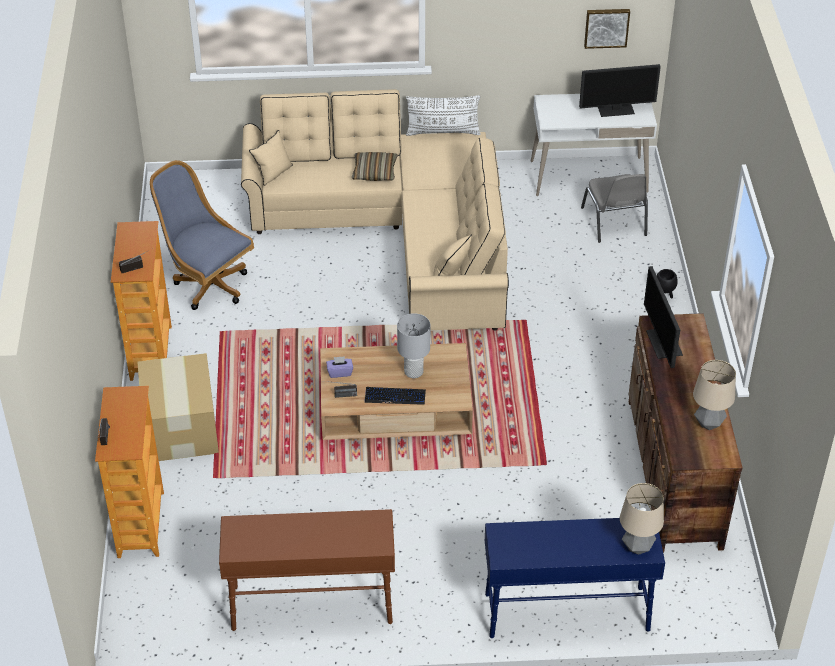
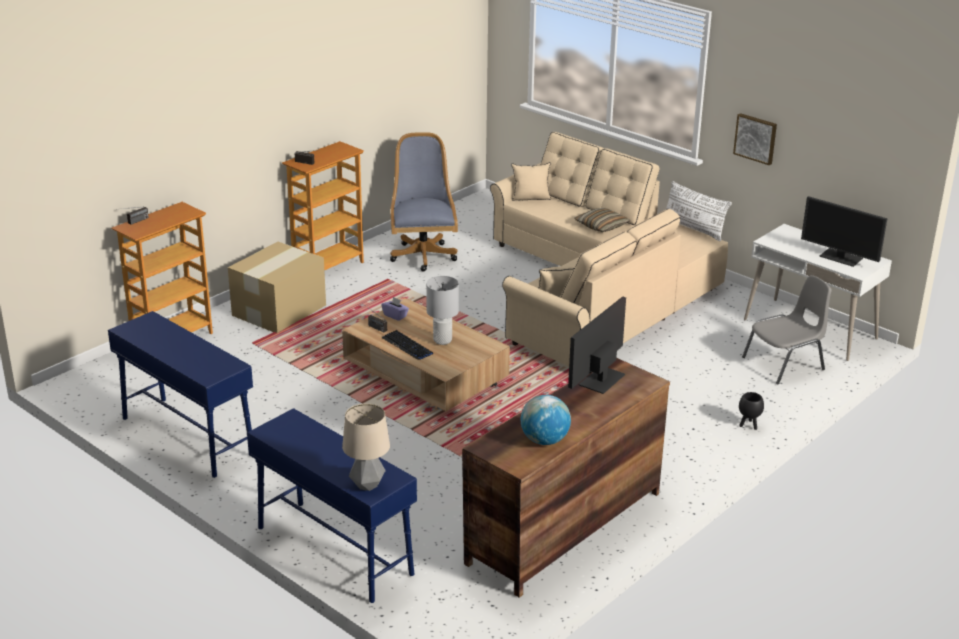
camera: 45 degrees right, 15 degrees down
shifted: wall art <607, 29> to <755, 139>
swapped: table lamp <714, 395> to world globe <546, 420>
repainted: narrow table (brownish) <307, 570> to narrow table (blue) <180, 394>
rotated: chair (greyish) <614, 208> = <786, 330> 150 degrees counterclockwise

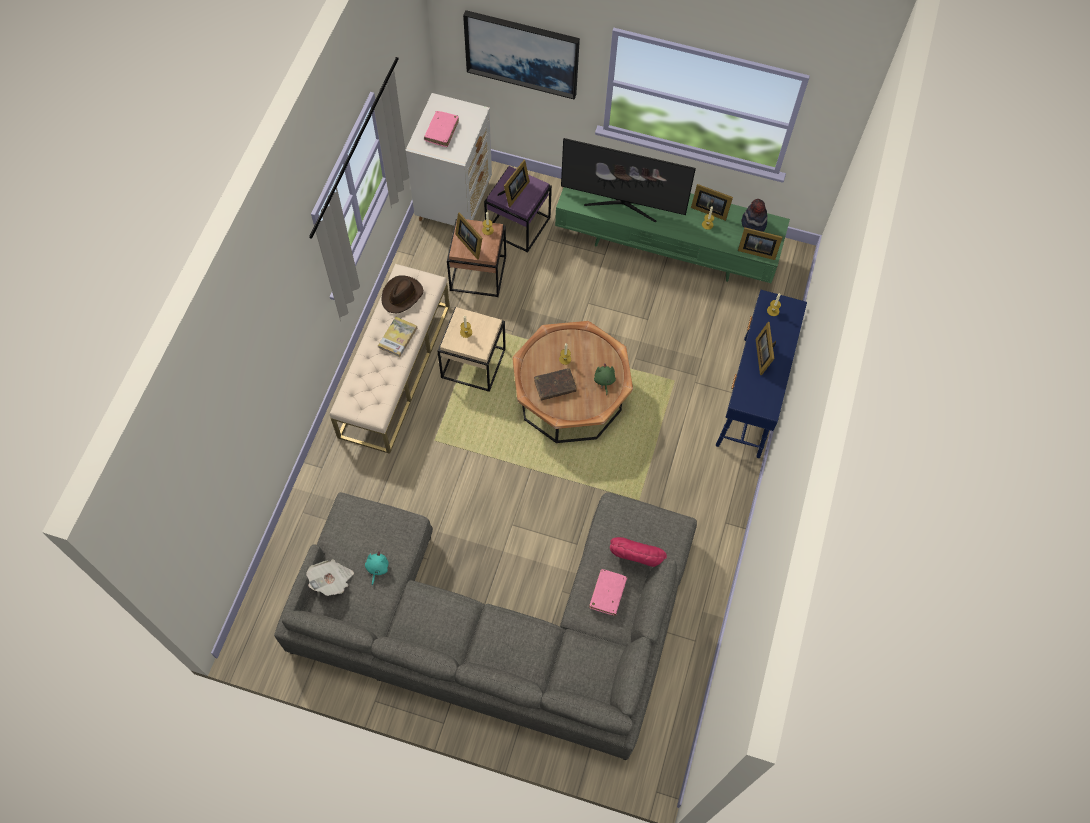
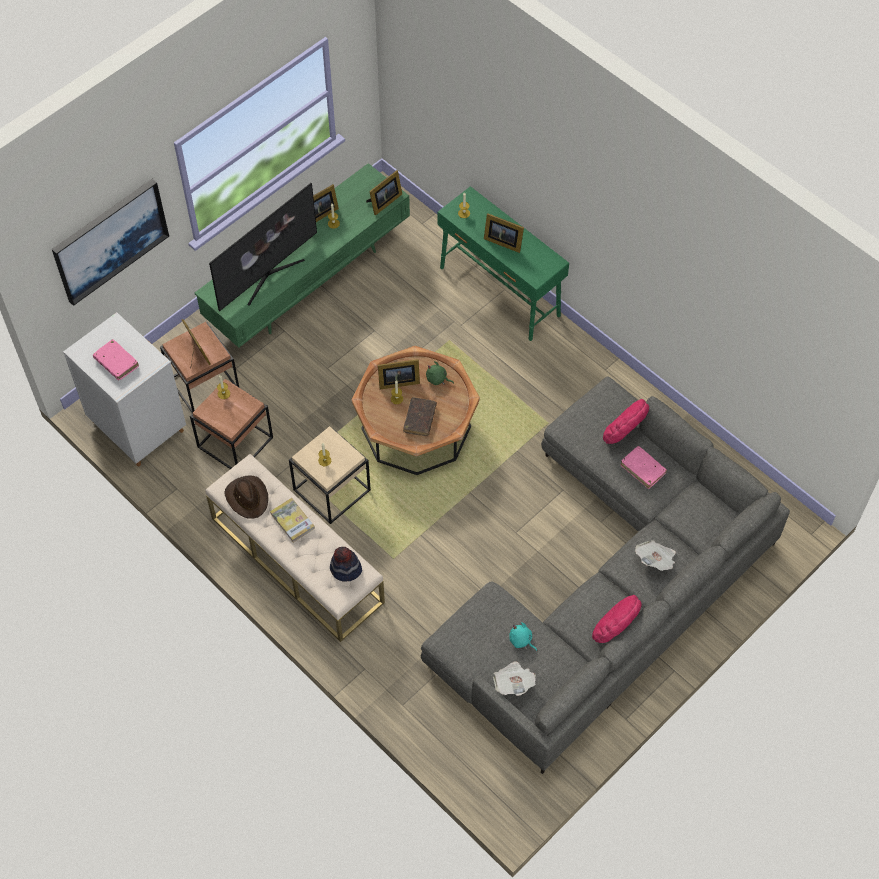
camera: 60 degrees left, 5 degrees down
new: cushion (pink-coloured) <617, 619>; daily paper <655, 555>
shifted: wearable hat <754, 215> to <346, 564>; picture frame <468, 236> to <399, 374>
repainted: accent table (purplish) <518, 209> to accent table (brownish) <199, 367>; narrow table (blue) <761, 374> to narrow table (greenish) <503, 263>

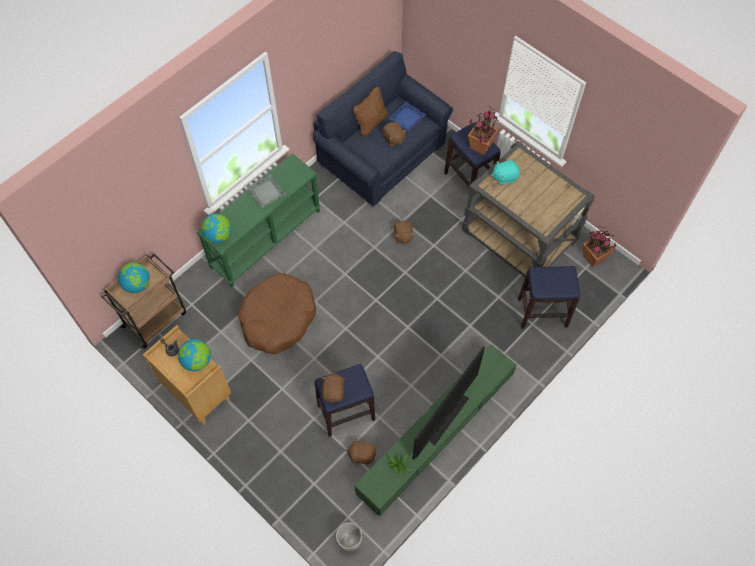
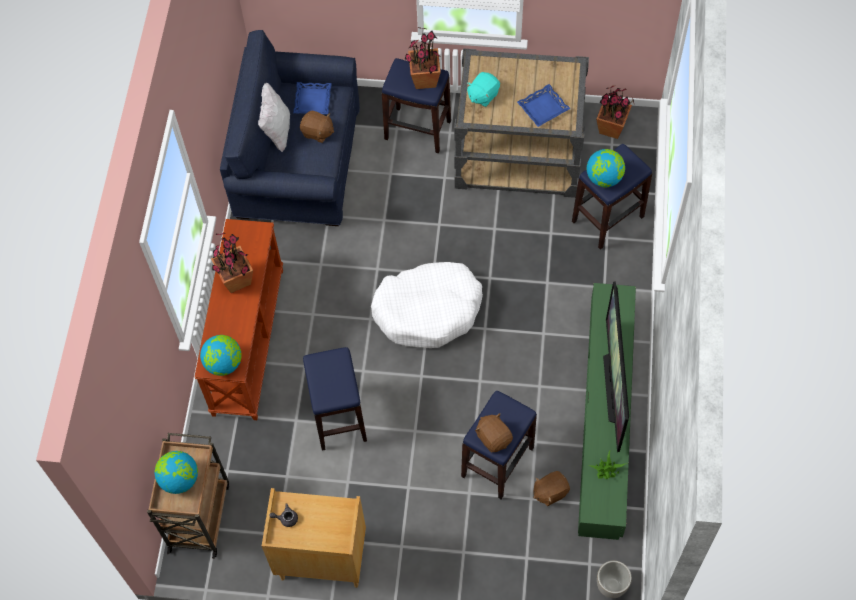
camera: 35 degrees left, 0 degrees up
gone: soft toy (brownish) <404, 232>
new: dog cushion (whitish) <427, 305>; carrying tray (blue) <543, 105>
shifted: world globe <194, 355> to <606, 168>
swapped: carrying tray (greyish) <266, 191> to potted plant <232, 262>; dog cushion (brownish) <277, 313> to sitting stool <335, 399>
repainted: narrow table (greenish) <259, 220> to narrow table (brownish) <239, 319>; cushion (brownish) <370, 111> to cushion (whitish) <274, 117>

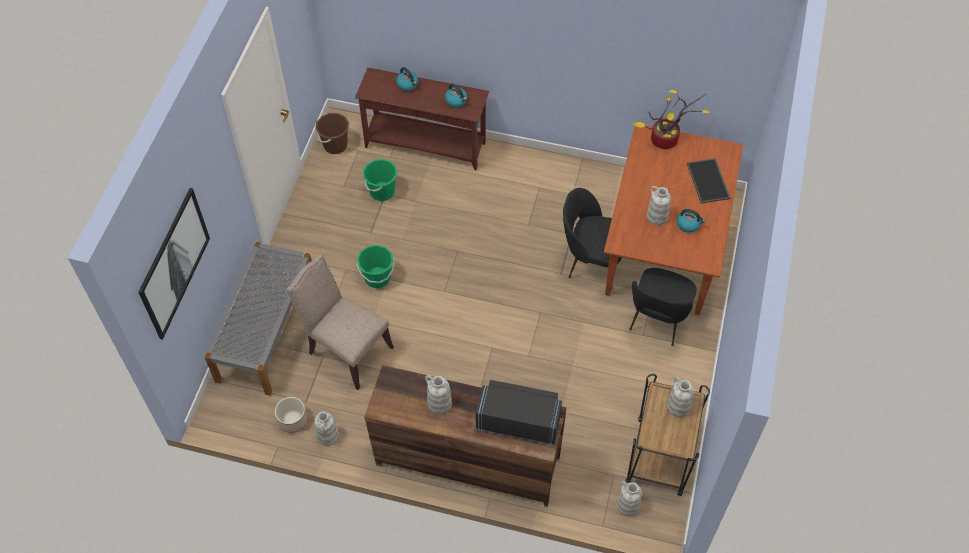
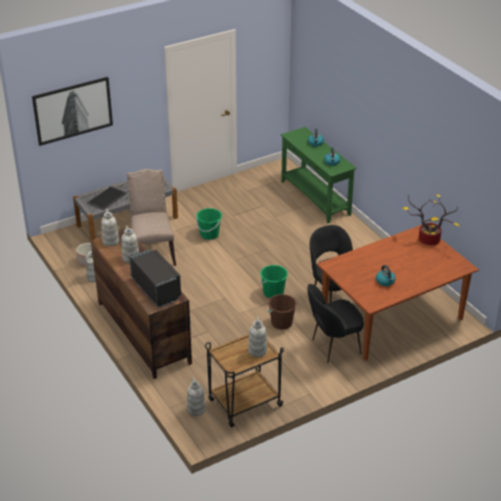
camera: 45 degrees right, 20 degrees down
shifted: carrying tray <708, 180> to <107, 198>; decorative vase (whitish) <659, 205> to <110, 227>; water bucket (greenish) <380, 180> to <274, 282>; water bucket (brownish) <332, 133> to <282, 312>
repainted: narrow table (brownish) <422, 119> to narrow table (greenish) <319, 175>

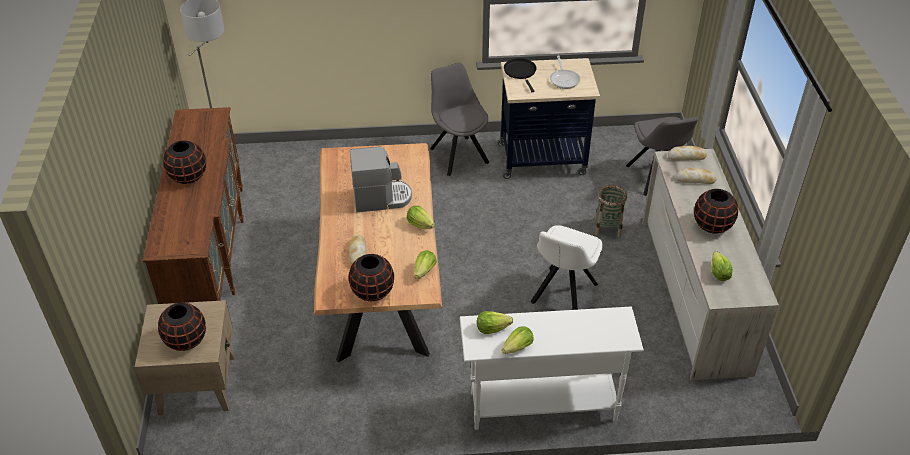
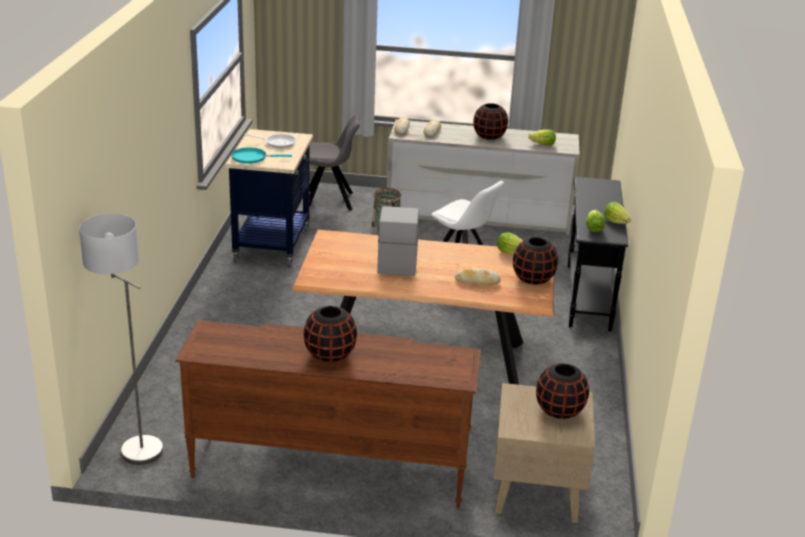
camera: 80 degrees left, 15 degrees down
gone: lettuce <421, 217>; chair (greyish) <459, 119>
repainted: pan (blackish) <520, 75> to pan (blue-green) <261, 155>; narrow table (whitish) <552, 368> to narrow table (blackish) <598, 254>

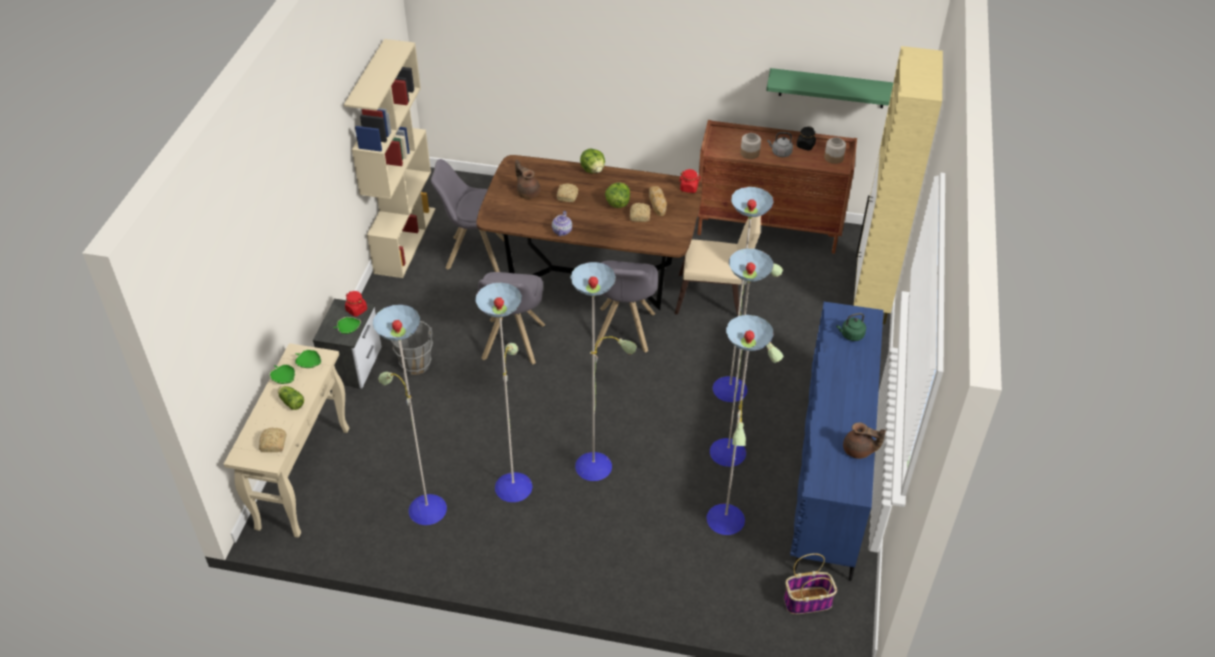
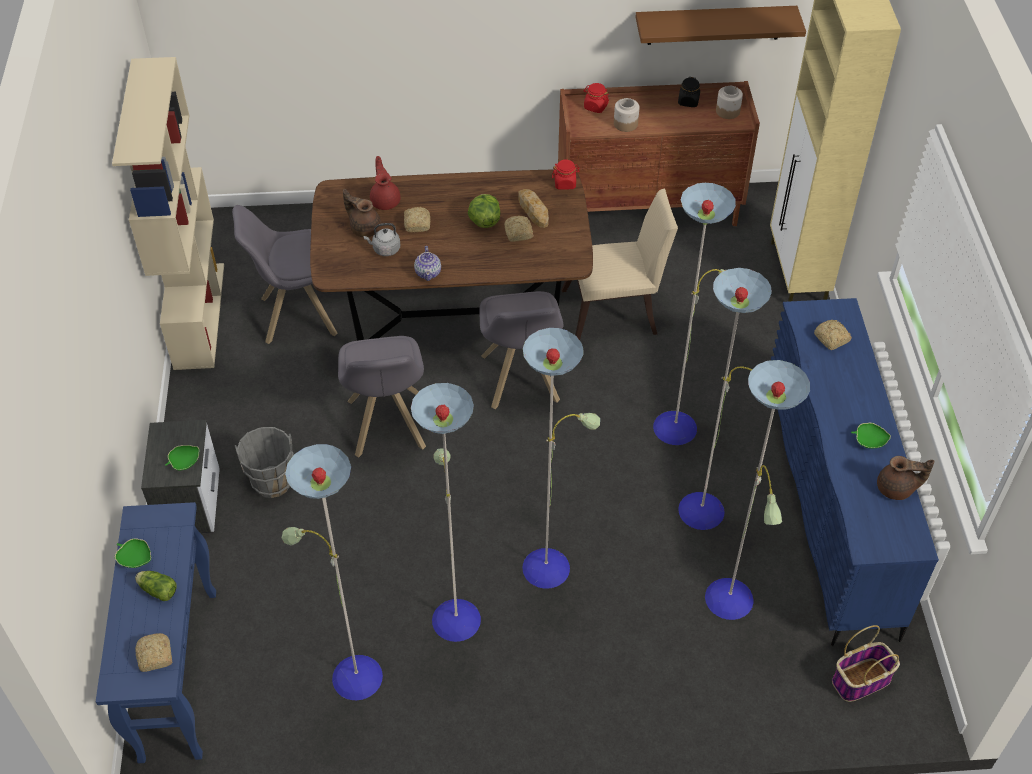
camera: 15 degrees left, 5 degrees up
gone: lettuce <592, 161>
new: teapot (red) <385, 183>
shifted: water kettle (greyish) <780, 144> to <382, 239>; jar (red) <356, 304> to <596, 98>; serving bowl (greenish) <308, 358> to <871, 435>
swapped: water kettle (greenish) <851, 327> to bread <833, 335>
repainted: narrow table (beige-coloured) <286, 440> to narrow table (blue) <156, 632>; bracket shelf (greenish) <830, 88> to bracket shelf (brownish) <720, 25>

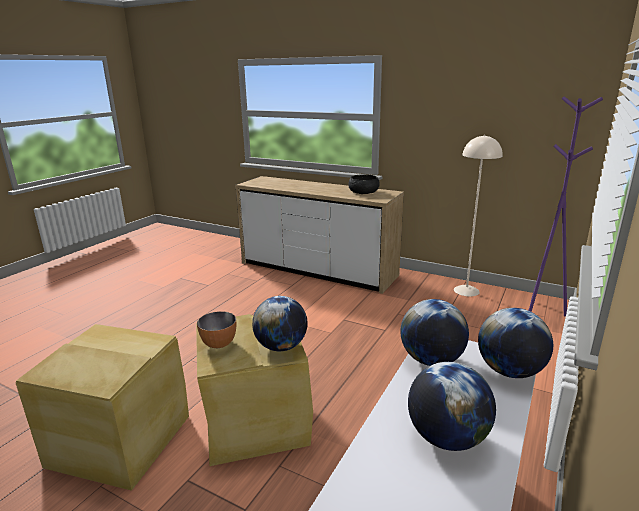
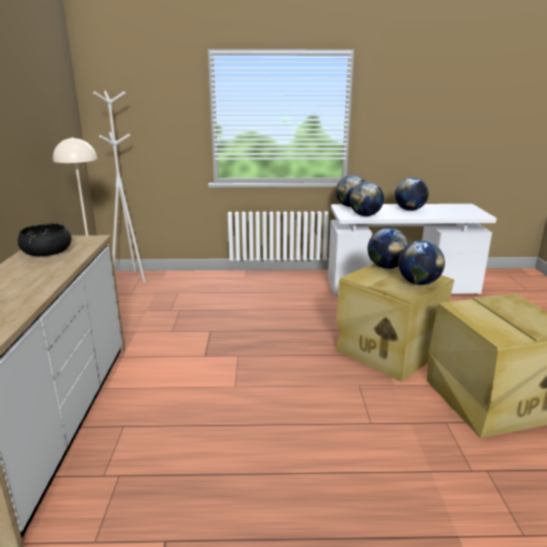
camera: 120 degrees left, 0 degrees up
swapped: serving bowl <216, 329> to world globe <421, 263>
repainted: garment rack (purplish) <565, 206> to garment rack (greyish) <119, 187>

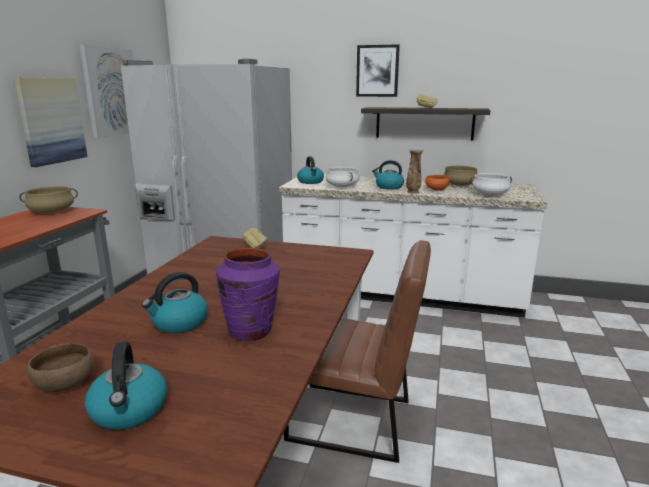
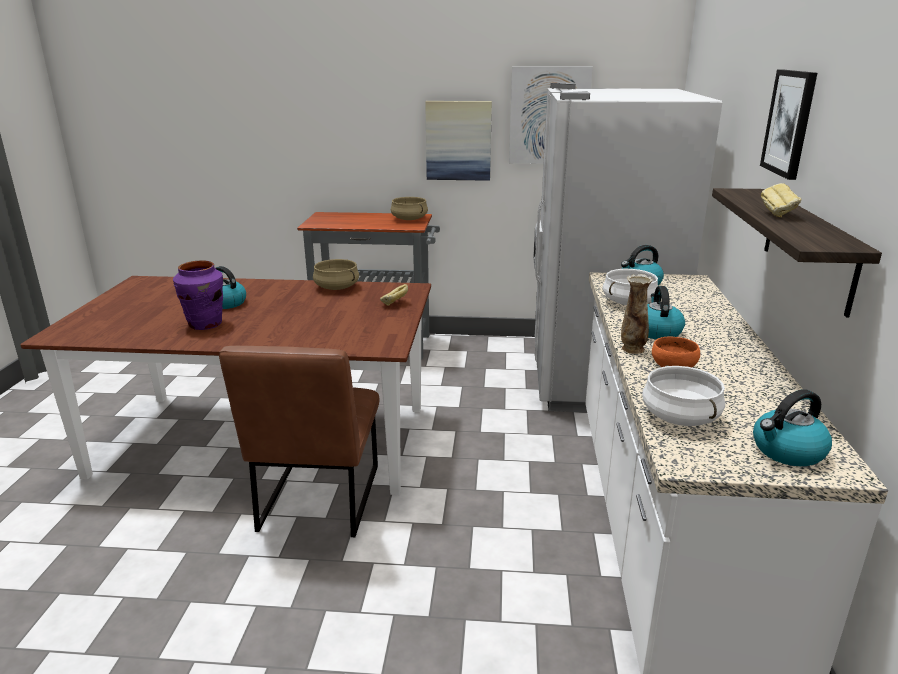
camera: 80 degrees right, 5 degrees up
gone: serving bowl (brownish) <61, 367>
shifted: cooking pot (beige-coloured) <460, 176> to <336, 274>; water kettle <126, 385> to <792, 427>

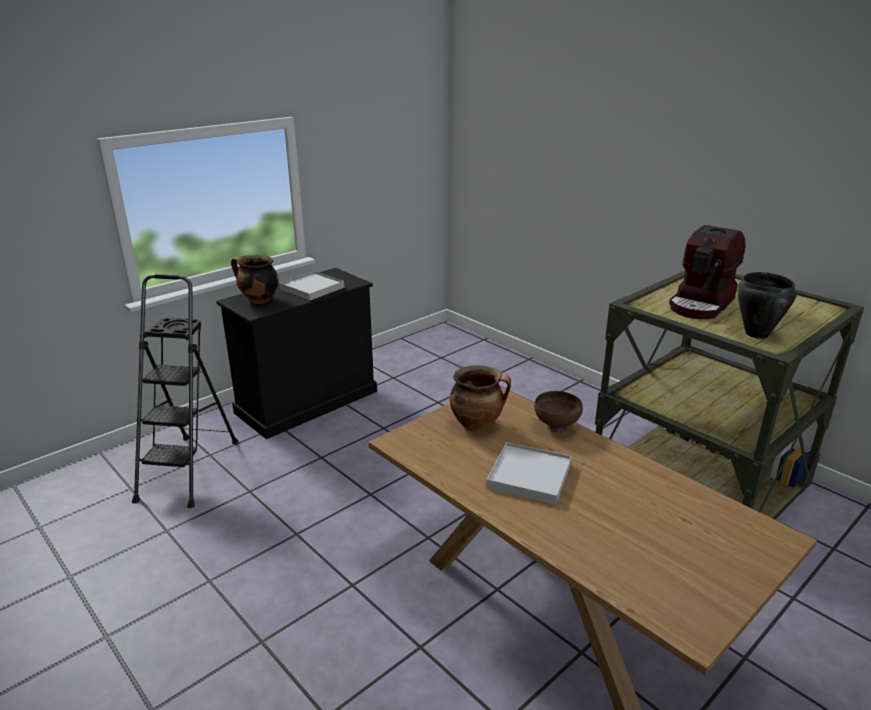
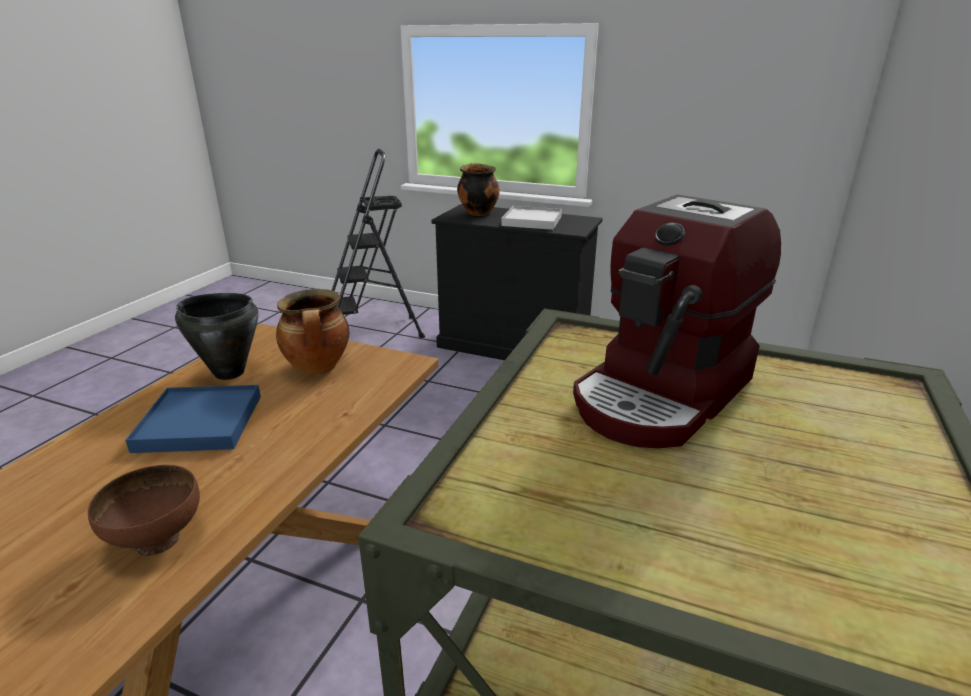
camera: 65 degrees right, 0 degrees up
shifted: serving bowl (brownish) <558, 412> to <144, 510>; cooking pot (blackish) <767, 305> to <216, 336>
repainted: carrying tray (whitish) <529, 473> to carrying tray (blue) <193, 419>
rotated: coffee machine <707, 272> = <677, 321> 60 degrees counterclockwise

